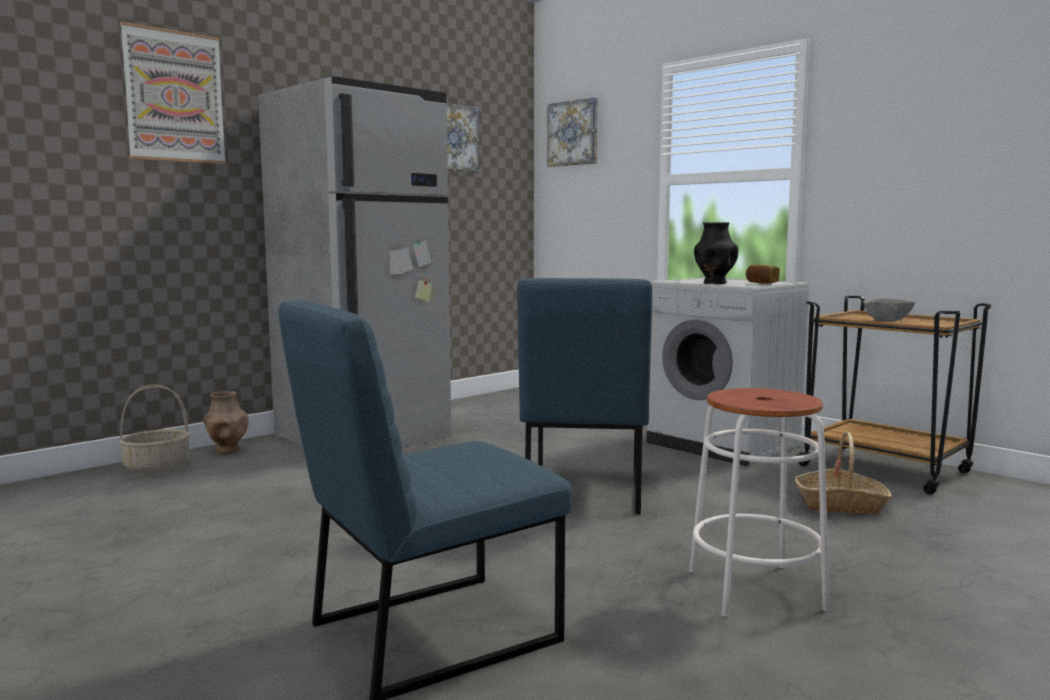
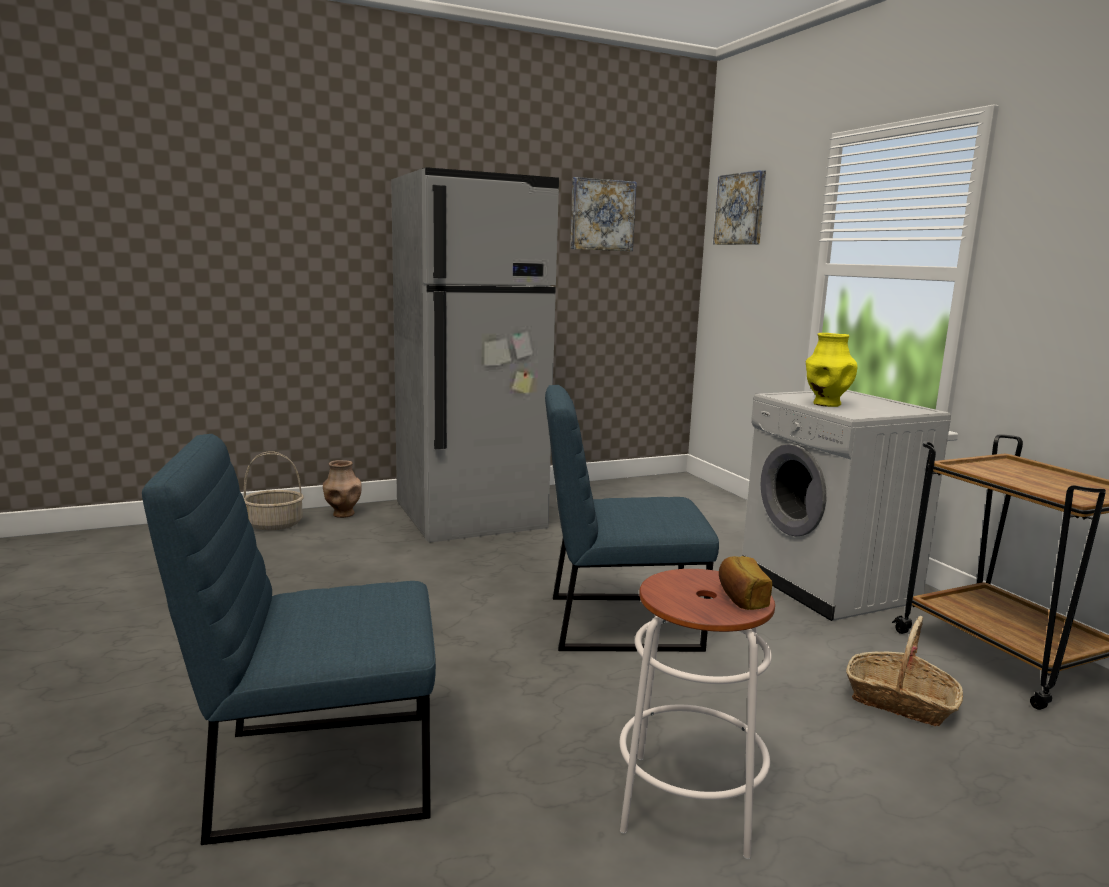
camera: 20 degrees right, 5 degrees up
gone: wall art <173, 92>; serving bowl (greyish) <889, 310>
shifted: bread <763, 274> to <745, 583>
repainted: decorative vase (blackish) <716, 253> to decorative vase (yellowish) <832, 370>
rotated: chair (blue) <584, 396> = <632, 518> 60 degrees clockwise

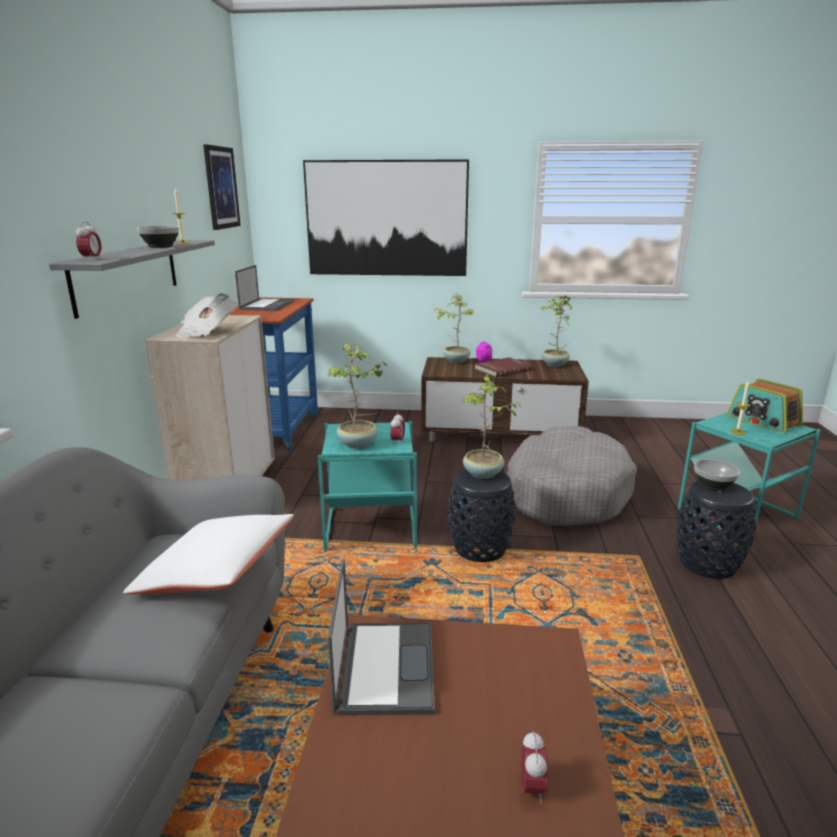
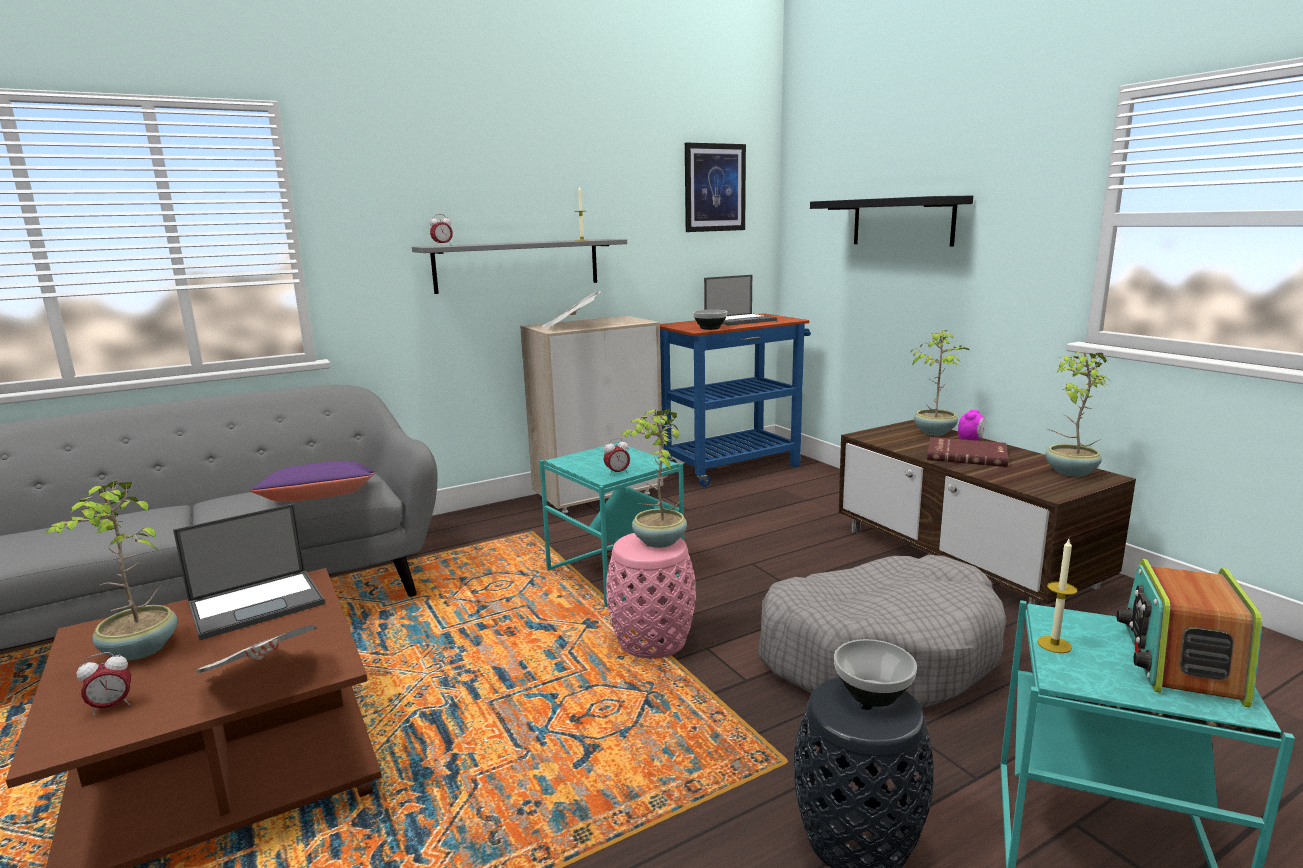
camera: 55 degrees right, 5 degrees down
new: daily paper <257, 649>
shifted: potted plant <357, 396> to <111, 570>; serving bowl <158, 237> to <710, 320>
swapped: wall art <386, 217> to bracket shelf (blackish) <891, 221>
repainted: cushion (whitish) <208, 554> to cushion (purplish) <312, 481>; sitting stool (blackish) <482, 515> to sitting stool (pink-coloured) <651, 595>

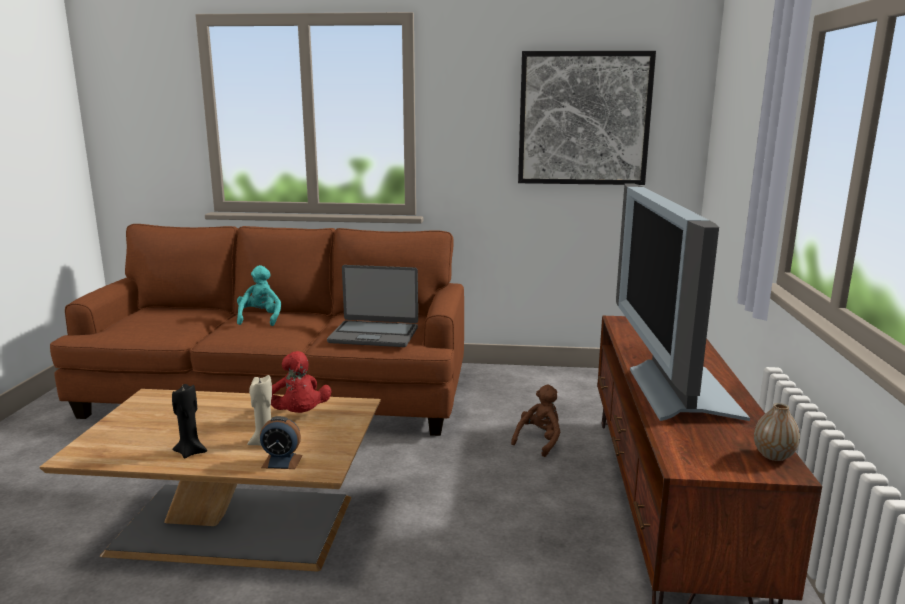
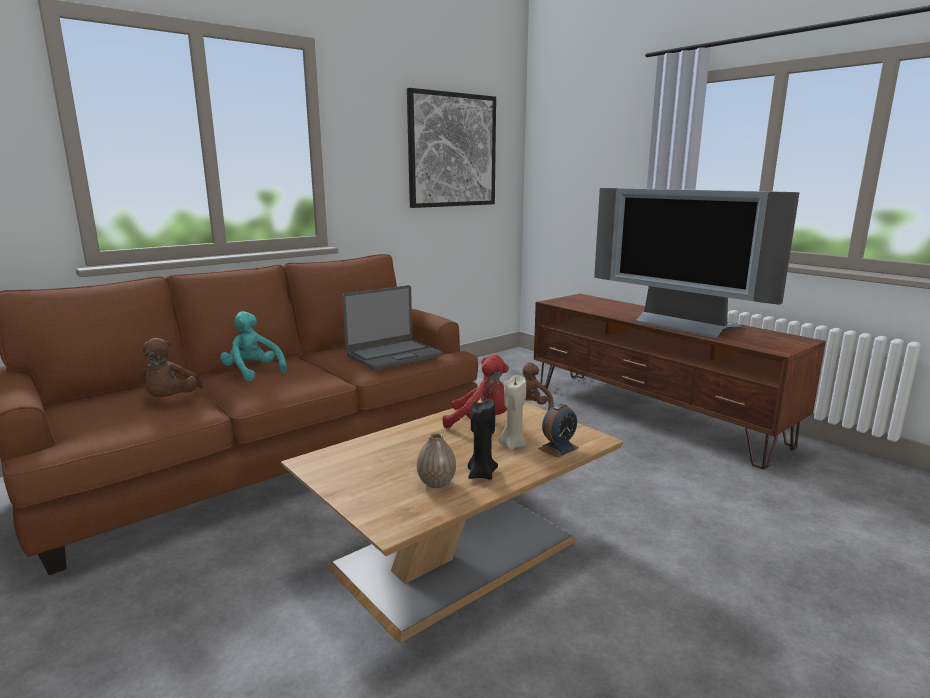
camera: 45 degrees left, 0 degrees up
new: soft toy (brownish) <171, 367>
shifted: decorative vase <777, 432> to <436, 460>

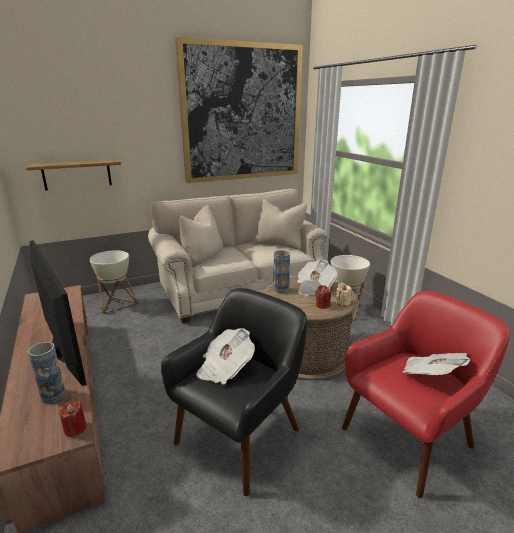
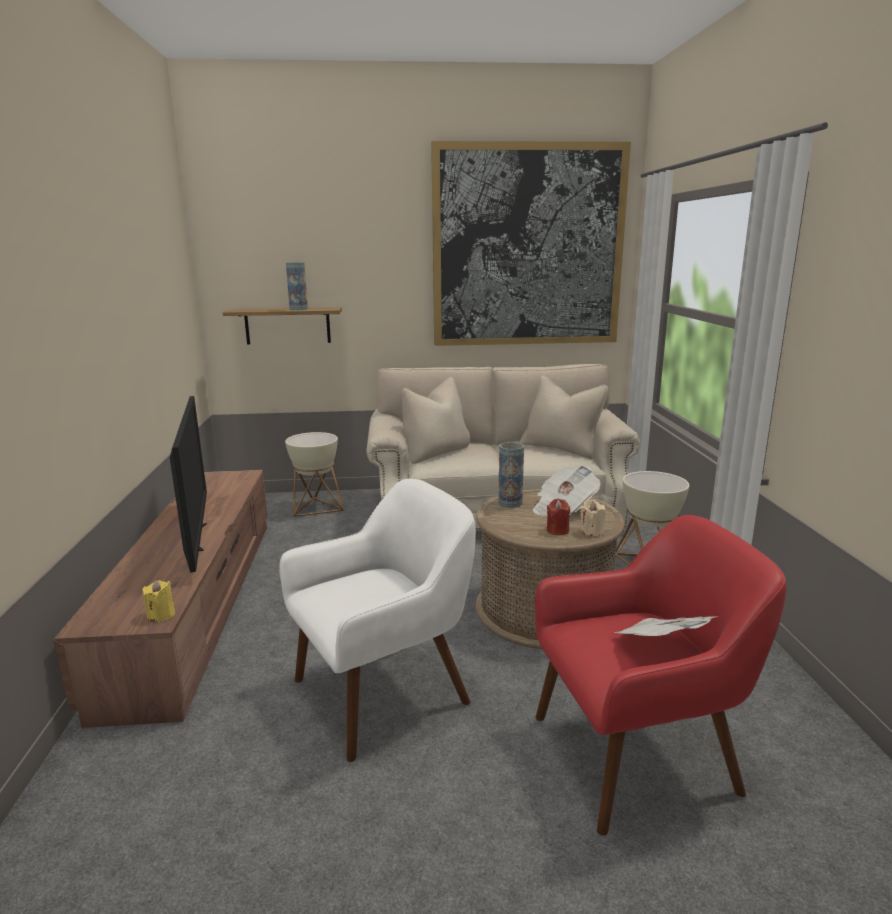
camera: 20 degrees right, 5 degrees down
gone: daily paper <225, 356>
shifted: decorative vase <47, 373> to <297, 286>
repainted: candle (red) <73, 419> to candle (yellowish) <158, 601>; armchair (blackish) <234, 392> to armchair (whitish) <377, 620>

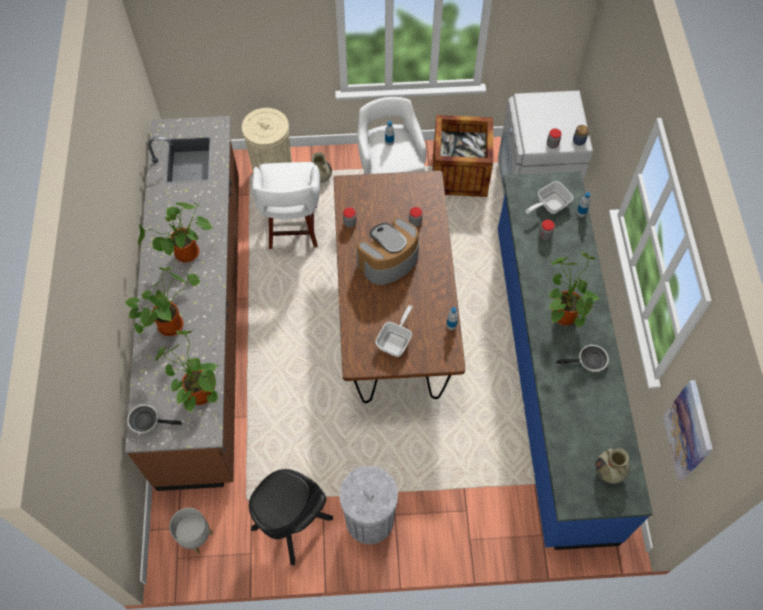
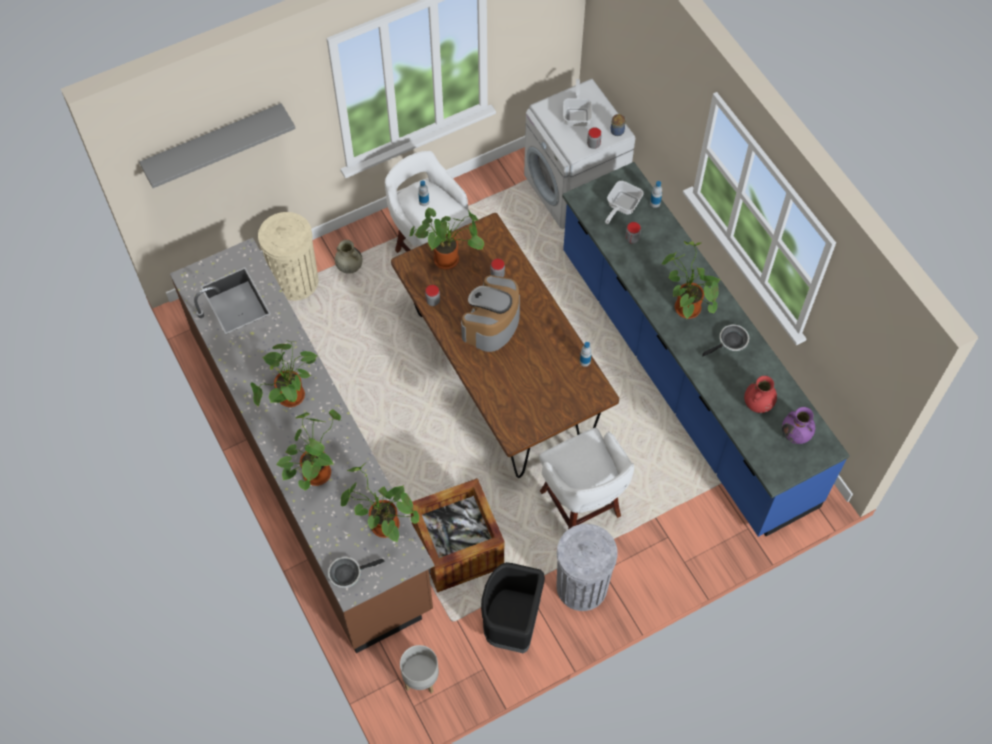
camera: 25 degrees left, 0 degrees up
gone: wall art <688, 430>
new: bracket shelf (greyish) <217, 145>; potted plant <446, 238>; decorative vase (red) <760, 394>
shifted: shipping crate <463, 156> to <457, 535>; sitting stool (whitish) <286, 205> to <586, 478>; pan <394, 331> to <577, 102>
swapped: chair (blackish) <291, 517> to rubbish bin (blackish) <513, 607>
repainted: decorative vase (beige-coloured) <612, 466> to decorative vase (purplish) <798, 425>

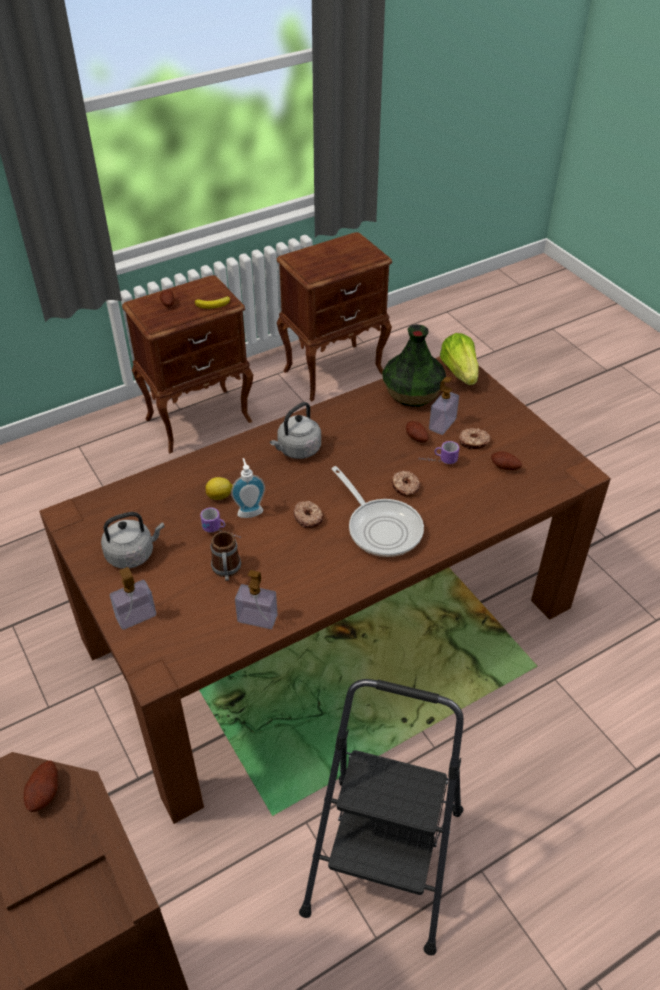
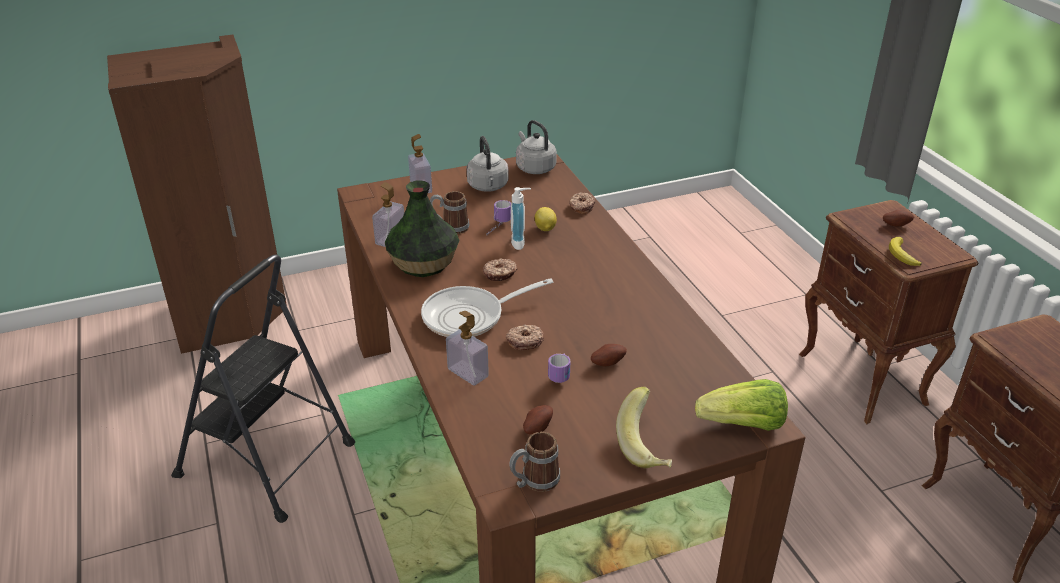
camera: 100 degrees right, 10 degrees down
gone: potato <41, 786>
new: tea mug <534, 462>; whole banana <644, 427>
shifted: decorative vase <414, 365> to <422, 228>; soap bottle <444, 406> to <467, 348>; water kettle (greyish) <295, 430> to <536, 147>; donut <475, 439> to <582, 203>

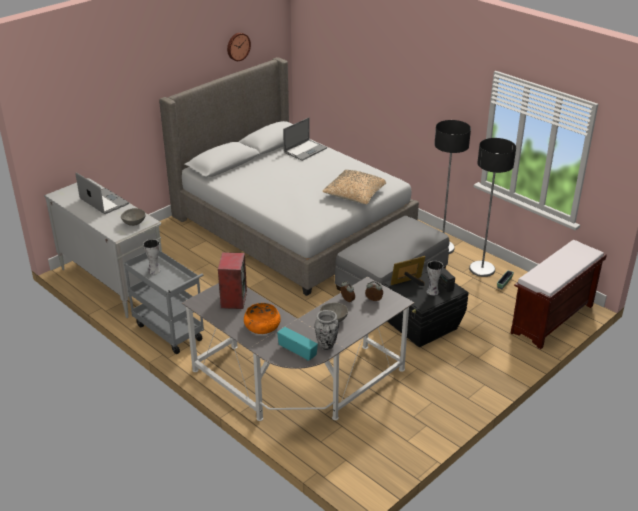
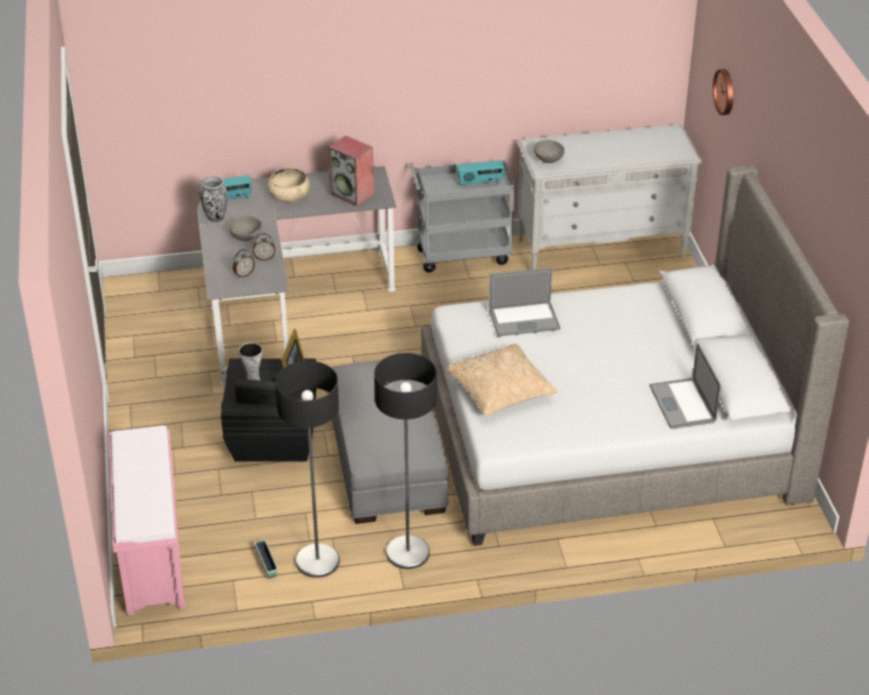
camera: 125 degrees right, 5 degrees up
shifted: laptop <102, 193> to <524, 302>; hanging clock <239, 47> to <723, 92>
swapped: decorative vase <152, 257> to radio receiver <480, 173>
repainted: bench (brownish) <559, 294> to bench (pink-coloured) <146, 520>; serving bowl (orangey) <262, 318> to serving bowl (beige-coloured) <289, 185>

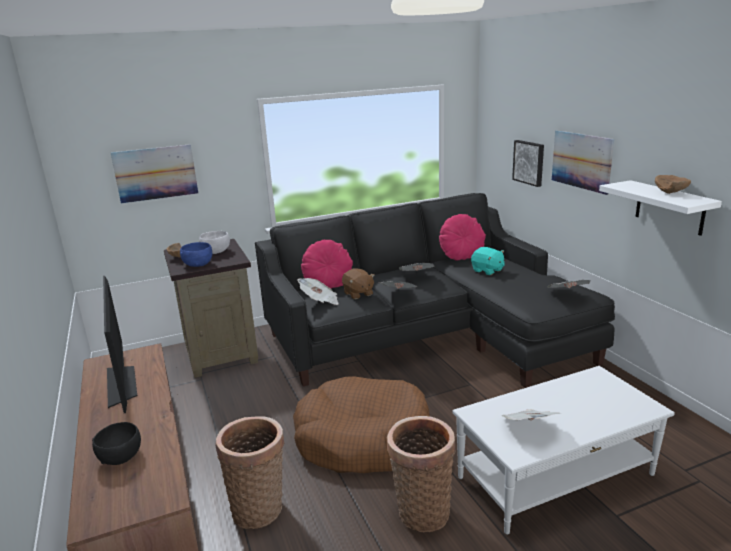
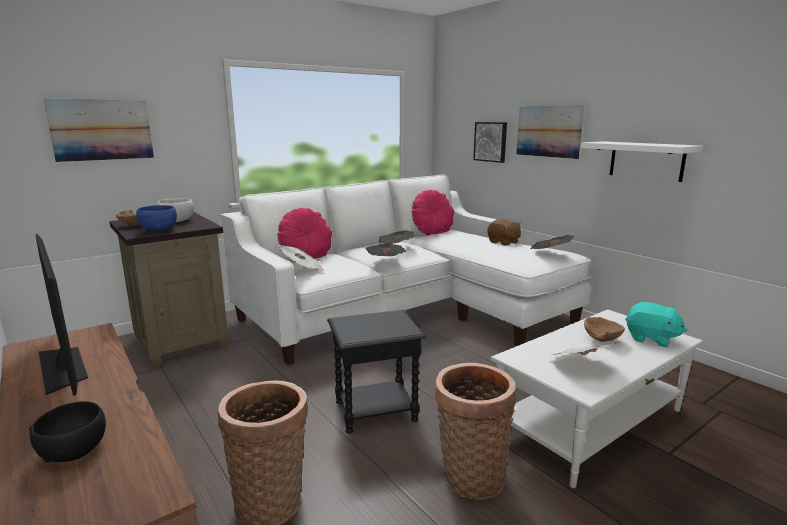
camera: 15 degrees left, 5 degrees down
shifted: soft toy (brownish) <358, 283> to <504, 232>; serving bowl (brownish) <673, 184> to <604, 329>; soft toy (blue-green) <488, 261> to <656, 324>
swapped: dog cushion (brownish) <361, 424> to accent table (blackish) <377, 372>
repainted: settee (blackish) <435, 290> to settee (whitish) <405, 269>

